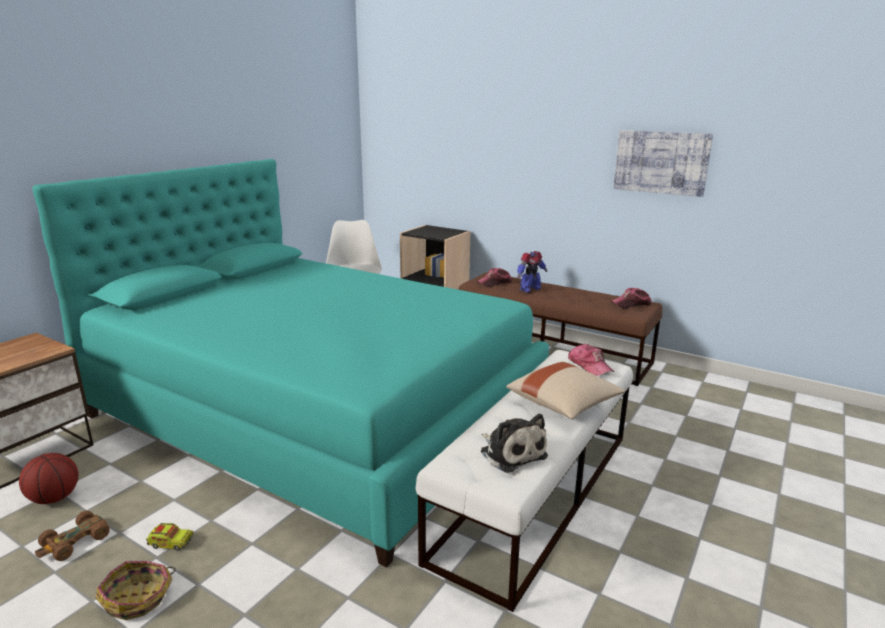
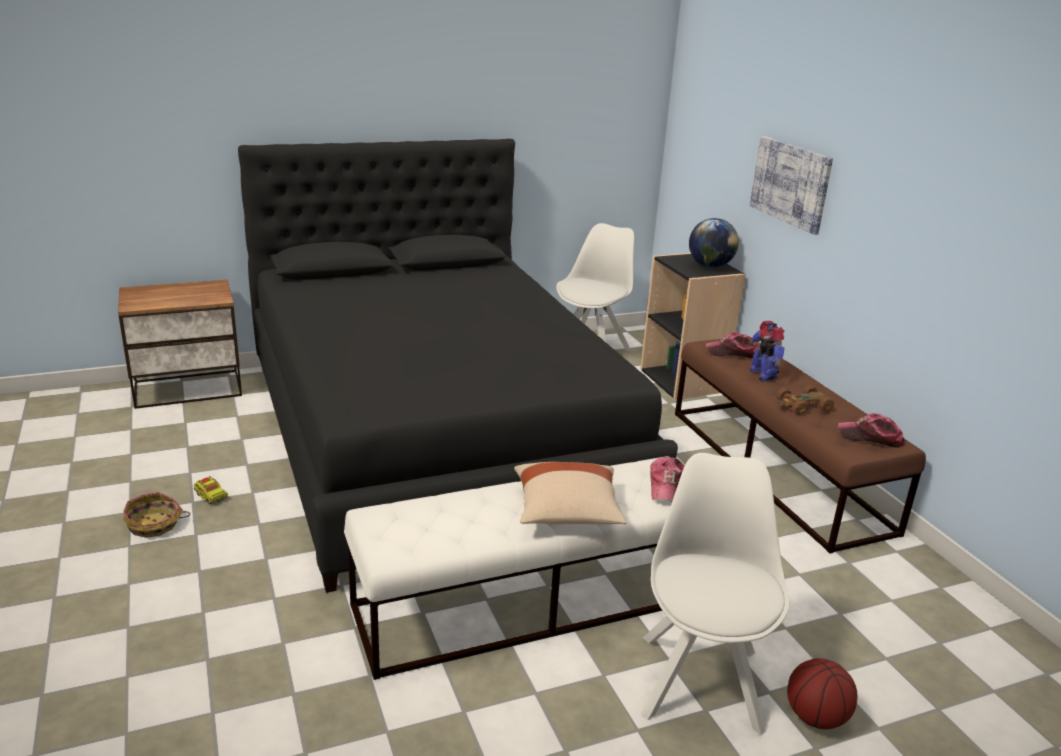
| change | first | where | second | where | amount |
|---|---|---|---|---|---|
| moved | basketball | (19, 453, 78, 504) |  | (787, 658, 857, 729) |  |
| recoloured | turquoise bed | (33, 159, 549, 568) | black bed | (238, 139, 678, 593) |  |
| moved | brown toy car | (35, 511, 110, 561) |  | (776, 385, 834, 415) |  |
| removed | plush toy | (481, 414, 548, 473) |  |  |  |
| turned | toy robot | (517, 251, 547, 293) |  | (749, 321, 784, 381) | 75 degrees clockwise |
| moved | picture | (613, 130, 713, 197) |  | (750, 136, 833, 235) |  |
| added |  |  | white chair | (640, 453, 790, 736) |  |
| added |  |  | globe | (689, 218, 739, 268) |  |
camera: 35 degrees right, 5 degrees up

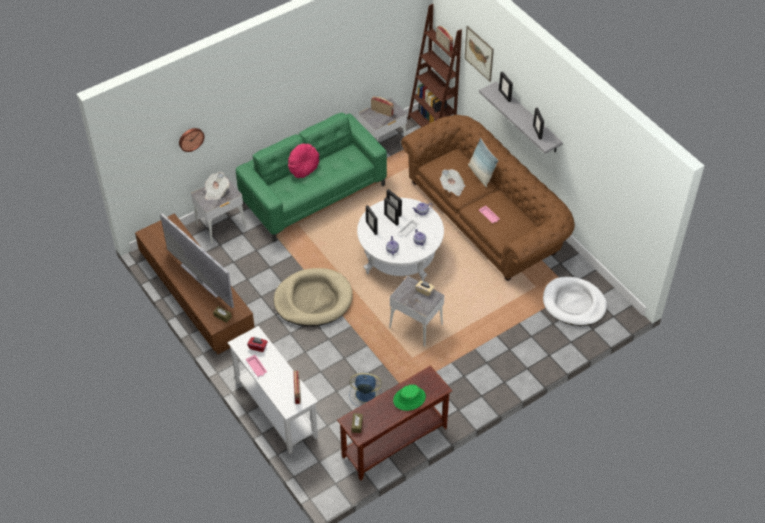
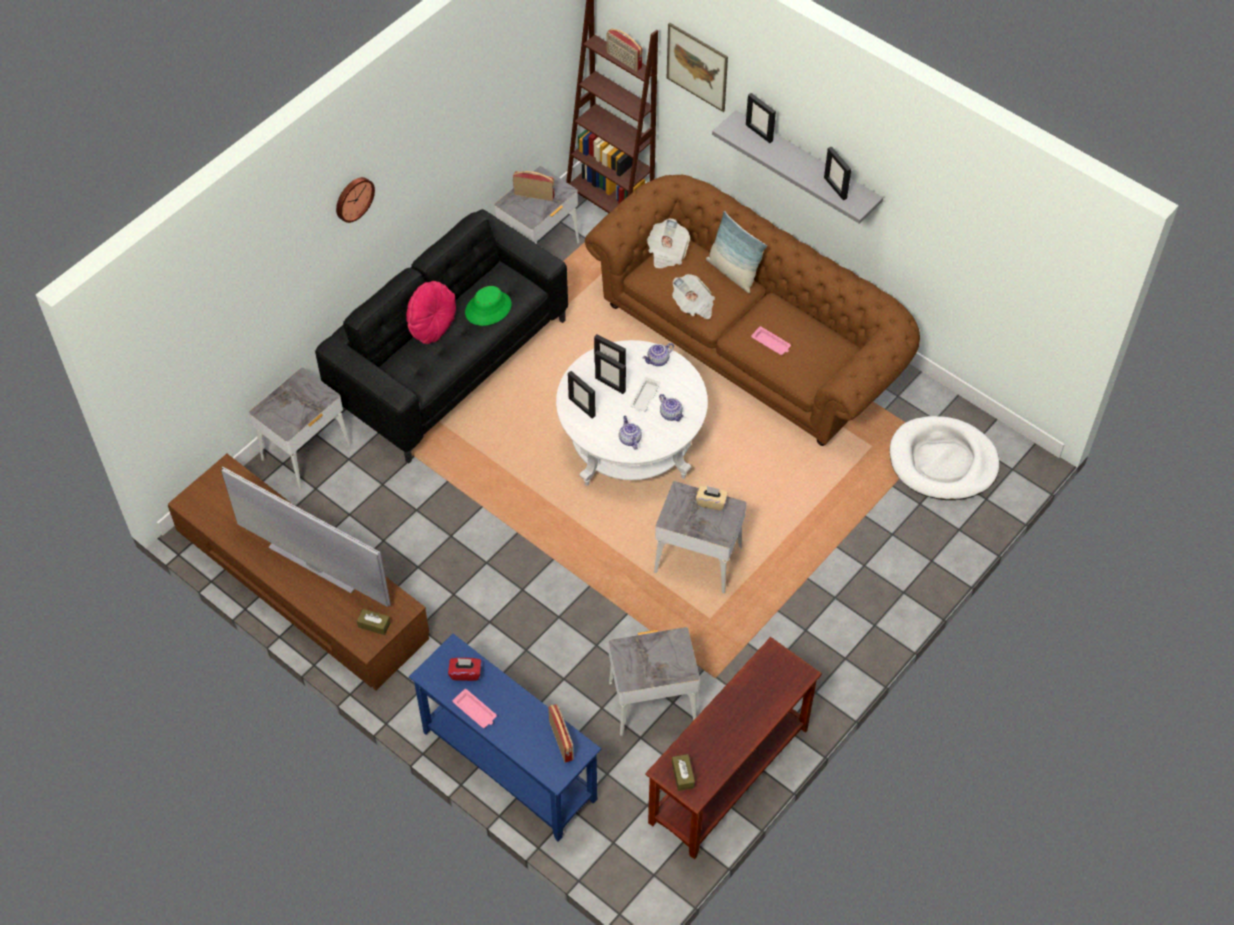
| change | first | where | second | where | amount |
|---|---|---|---|---|---|
| moved | wall clock | (179, 128, 204, 152) |  | (336, 177, 375, 223) |  |
| moved | newspaper | (205, 172, 229, 200) |  | (647, 219, 690, 268) |  |
| recoloured | white console table | (227, 326, 318, 454) | blue console table | (409, 634, 601, 842) |  |
| recoloured | green sofa | (236, 113, 387, 242) | black sofa | (315, 209, 568, 463) |  |
| removed | beige dog bed | (273, 268, 353, 327) |  |  |  |
| replaced | blue fan | (350, 372, 381, 407) | side table | (609, 627, 700, 736) |  |
| moved | green hat | (393, 384, 426, 411) |  | (465, 286, 511, 326) |  |
camera: 15 degrees left, 5 degrees up

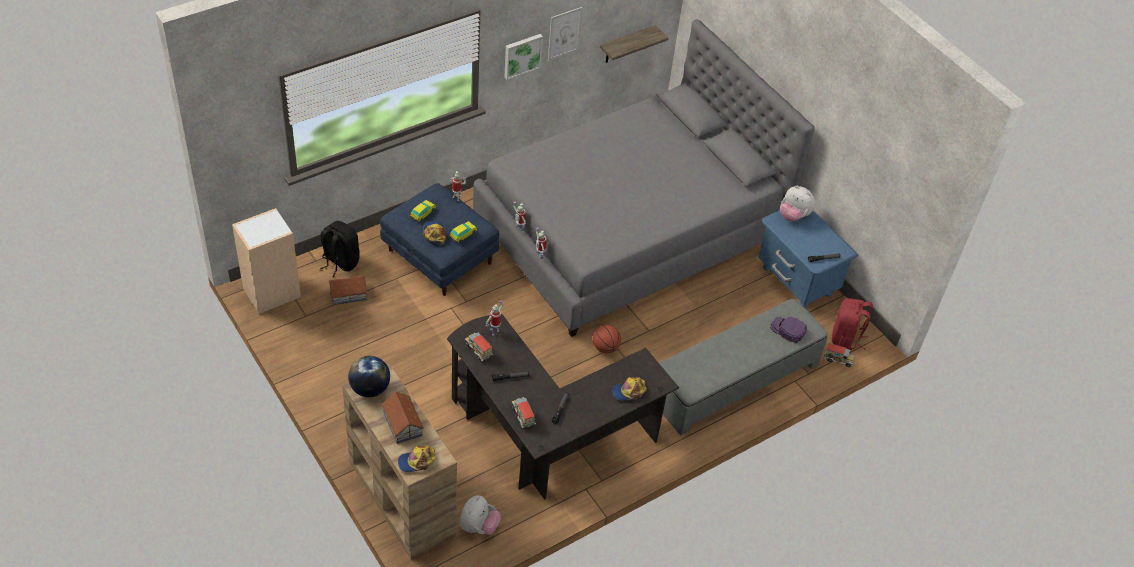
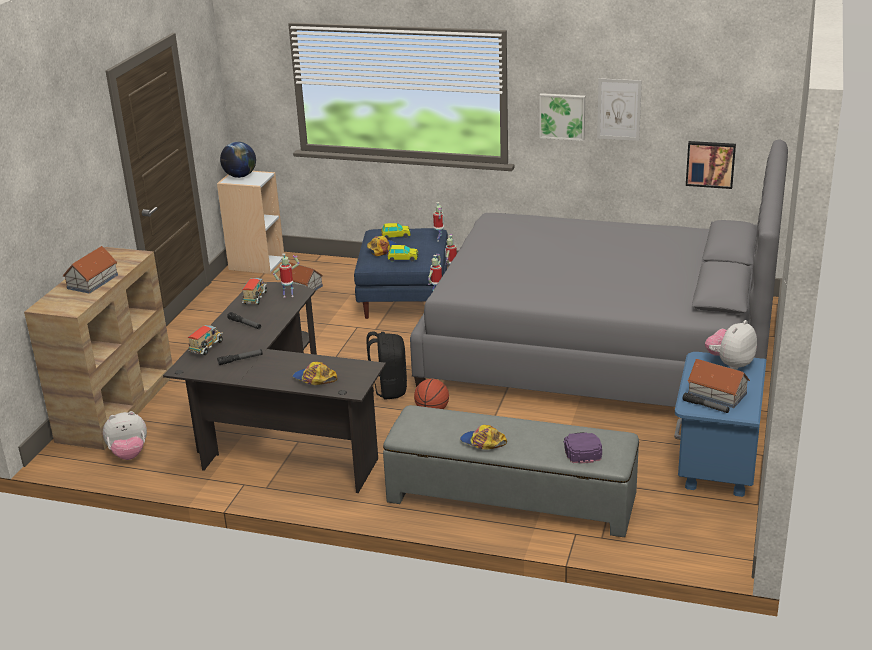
| change | first | where | second | where | amount |
|---|---|---|---|---|---|
| moved | black backpack | (320, 221, 360, 277) |  | (366, 331, 407, 400) |  |
| moved | globe | (348, 356, 390, 397) |  | (220, 142, 256, 178) |  |
| moved | cap | (398, 446, 436, 472) |  | (460, 425, 507, 450) |  |
| replaced | shelf | (600, 25, 668, 63) | picture | (686, 141, 736, 189) |  |
| turned | plush toy | (780, 186, 815, 222) |  | (705, 320, 757, 370) | 45 degrees clockwise |
| removed | toy truck | (824, 343, 854, 367) |  |  |  |
| removed | red backpack | (832, 298, 873, 350) |  |  |  |
| added |  |  | toy house | (687, 359, 750, 408) |  |
camera: 55 degrees right, 20 degrees down

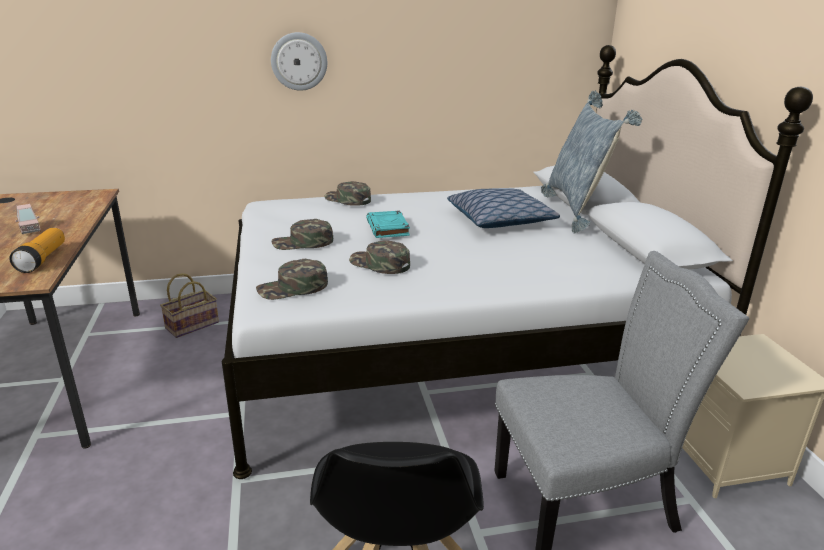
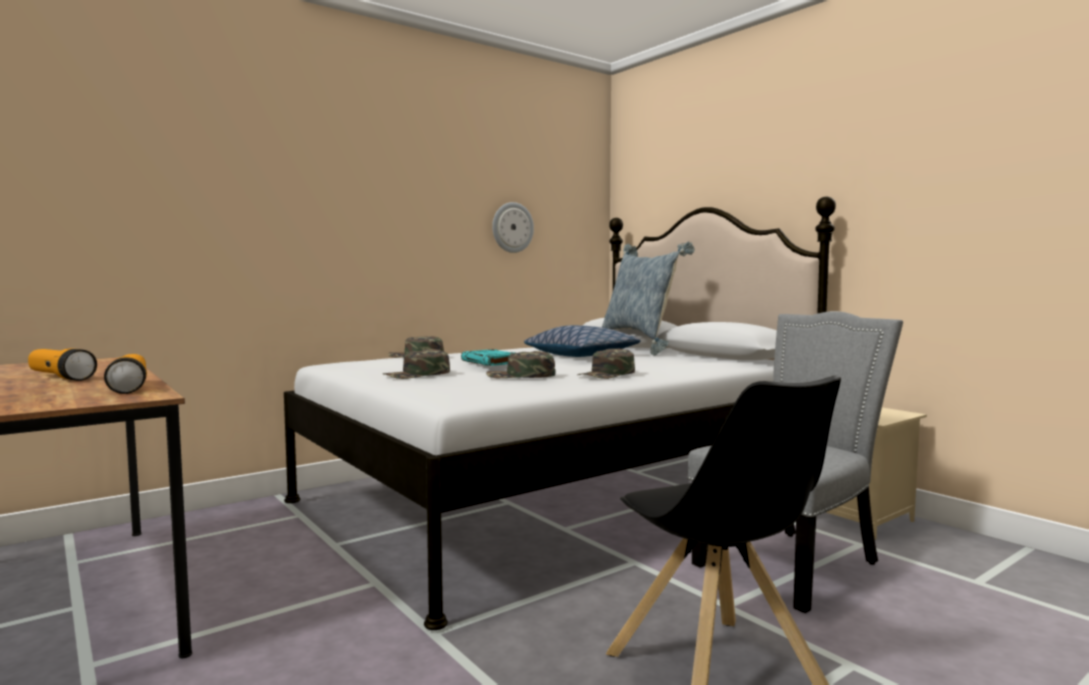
| change | first | where | second | where | amount |
|---|---|---|---|---|---|
| replaced | pink toy car | (15, 204, 40, 234) | flashlight | (28, 348, 97, 381) |  |
| removed | basket | (160, 273, 219, 338) |  |  |  |
| moved | green cap | (256, 259, 328, 300) |  | (577, 349, 635, 379) |  |
| moved | wall clock | (271, 32, 327, 91) |  | (492, 202, 534, 253) |  |
camera: 25 degrees left, 20 degrees down

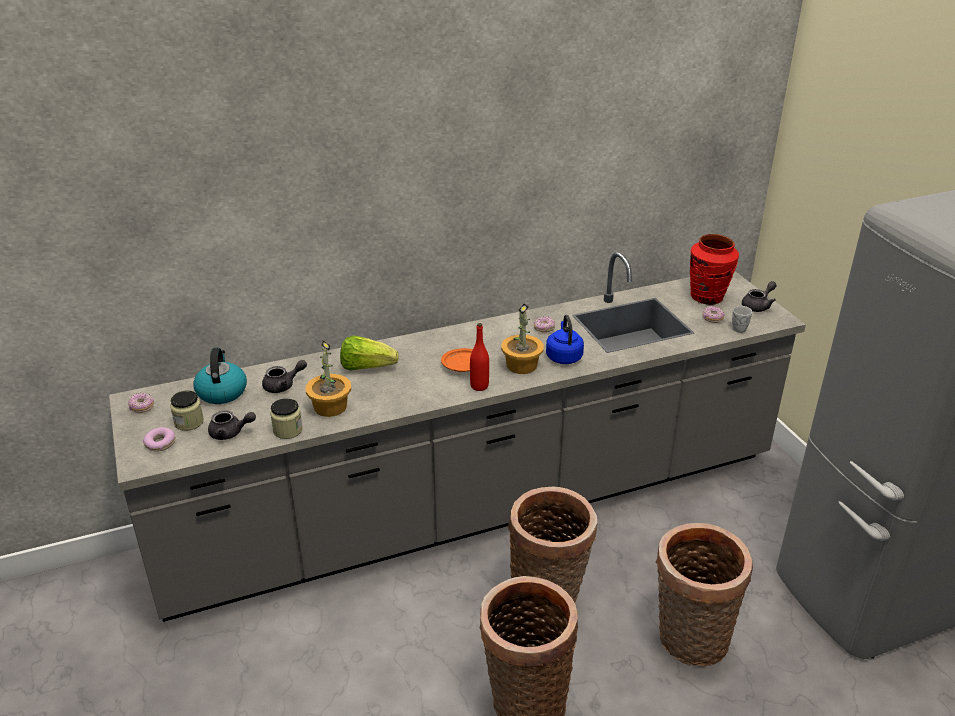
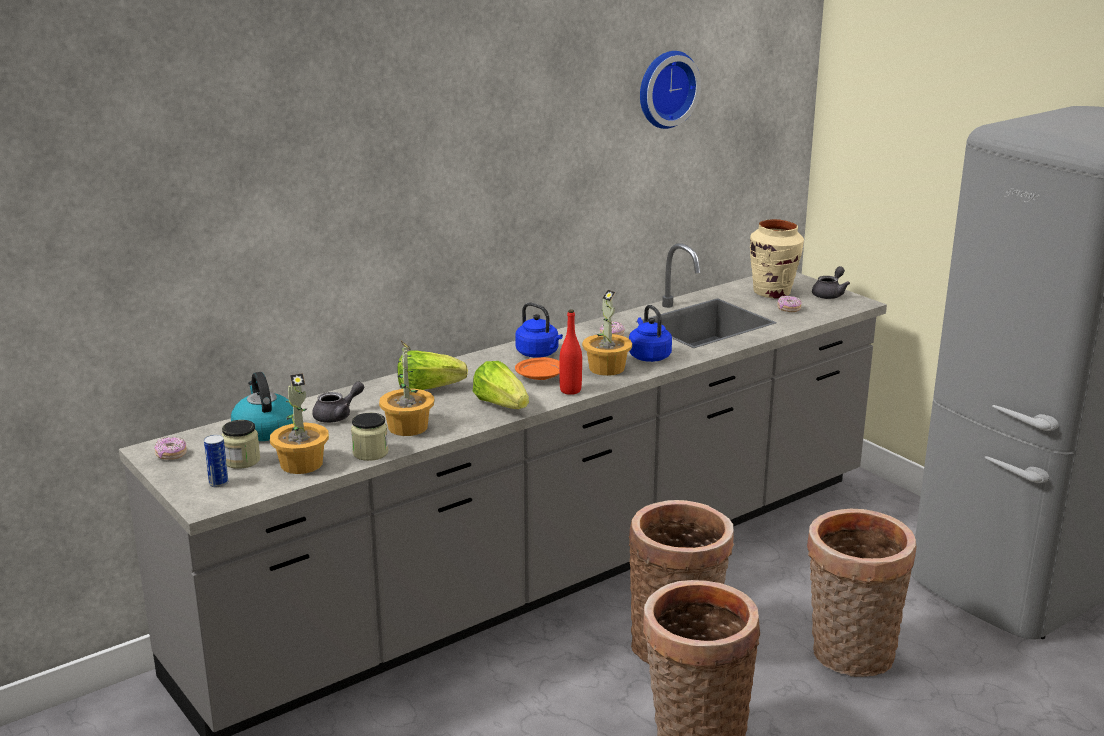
| change | first | where | second | where | amount |
|---|---|---|---|---|---|
| replaced | donut | (143, 427, 176, 452) | can | (204, 435, 228, 488) |  |
| replaced | grey teapot | (208, 410, 256, 440) | potted plant | (270, 373, 329, 474) |  |
| recoloured | red vase | (690, 234, 739, 305) | beige vase | (750, 219, 804, 299) |  |
| removed | white mug | (732, 306, 752, 333) |  |  |  |
| added |  |  | lettuce | (473, 361, 529, 409) |  |
| added |  |  | blue kettle | (515, 302, 563, 358) |  |
| added |  |  | wall clock | (640, 51, 701, 129) |  |
camera: 15 degrees left, 10 degrees down

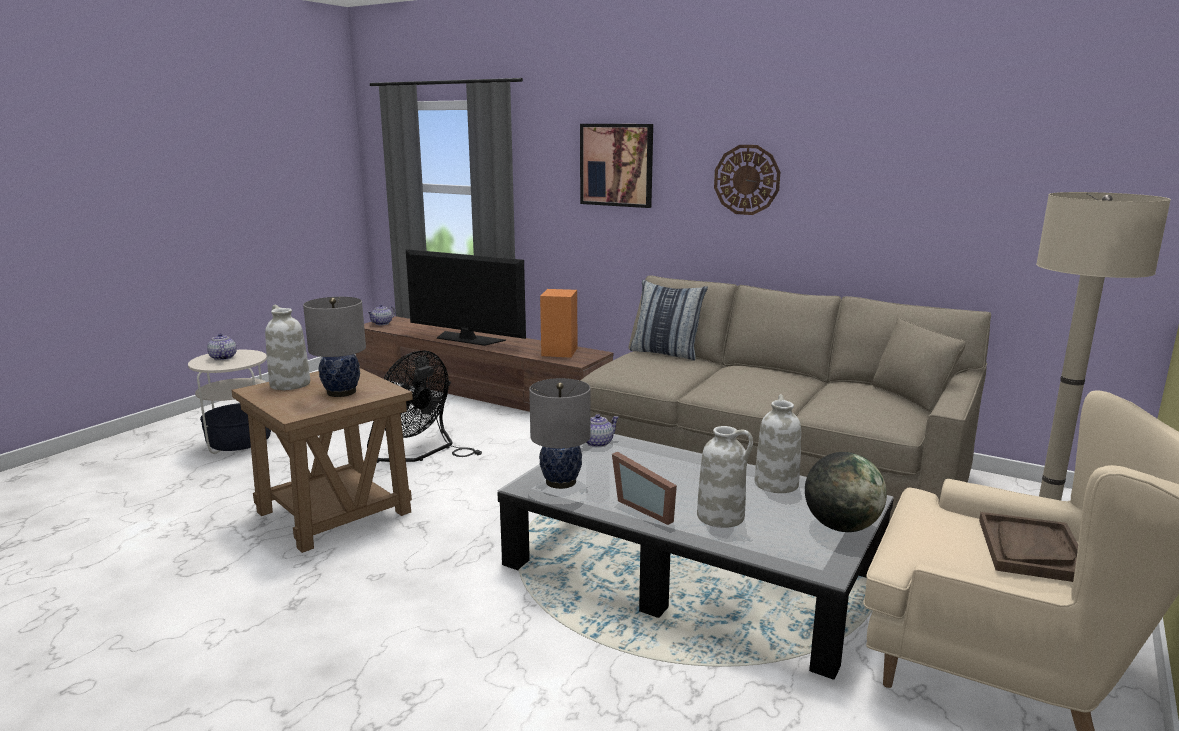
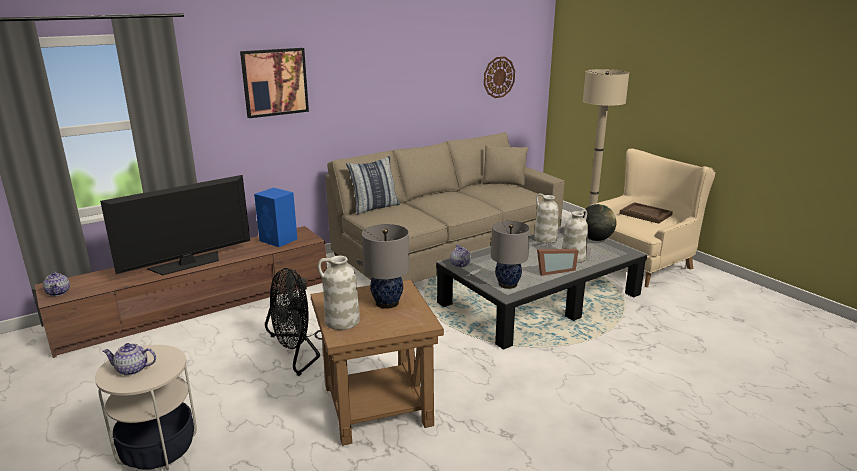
| change | first | where | second | where | amount |
|---|---|---|---|---|---|
| recoloured | orange speaker | (540, 289, 577, 358) | blue speaker | (254, 188, 297, 247) |  |
| moved | wall clock | (714, 145, 780, 215) |  | (484, 57, 515, 98) |  |
camera: 65 degrees left, 5 degrees up

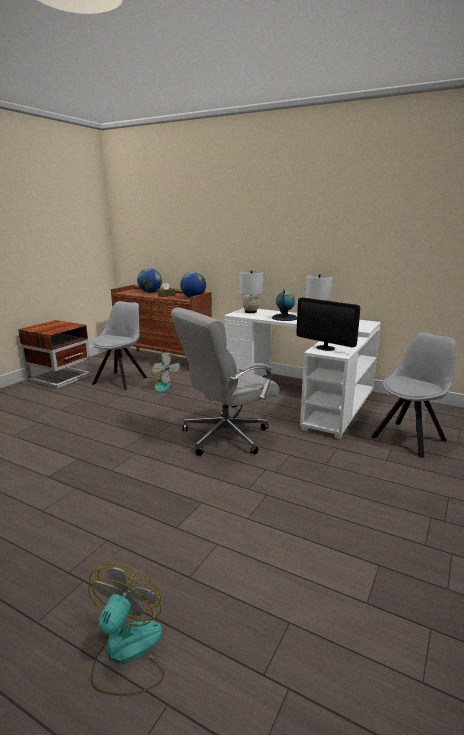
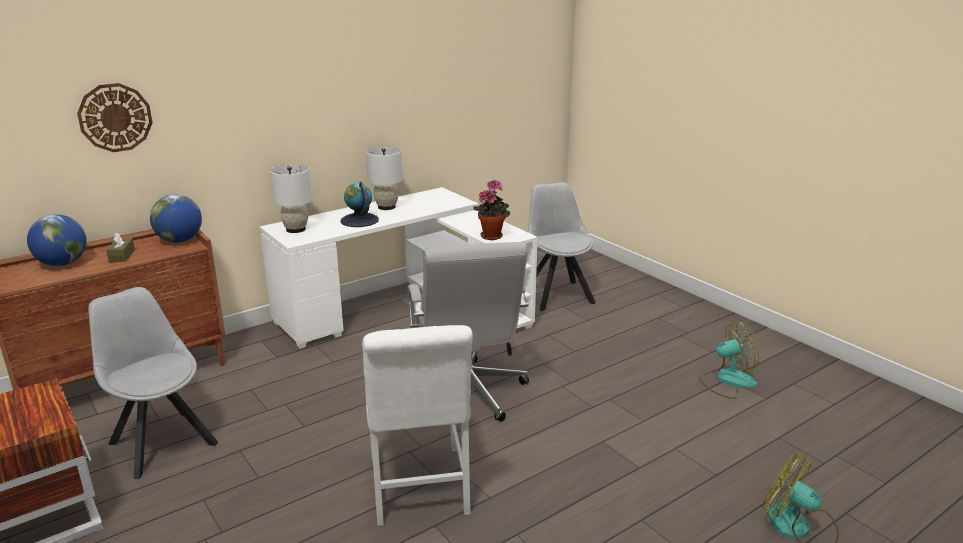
| change | first | where | second | where | amount |
|---|---|---|---|---|---|
| moved | fan | (141, 352, 180, 393) |  | (699, 320, 759, 399) |  |
| replaced | monitor | (297, 297, 360, 351) | potted plant | (473, 180, 510, 240) |  |
| added |  |  | wall clock | (77, 83, 153, 152) |  |
| added |  |  | white chair | (362, 325, 473, 526) |  |
camera: 65 degrees left, 5 degrees up

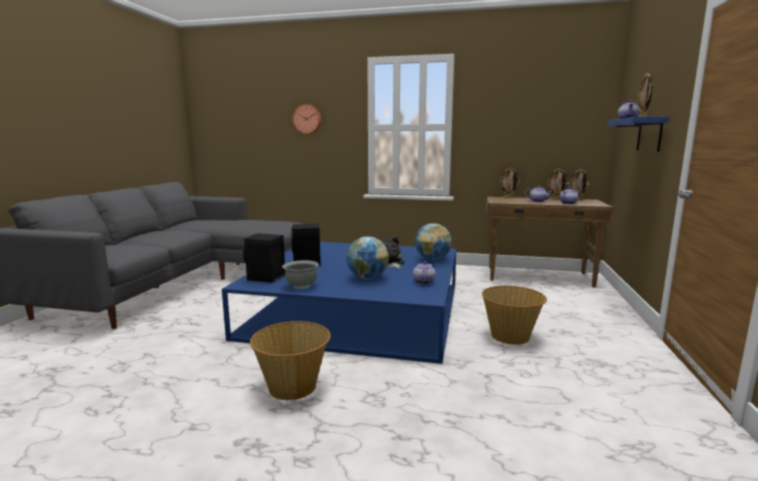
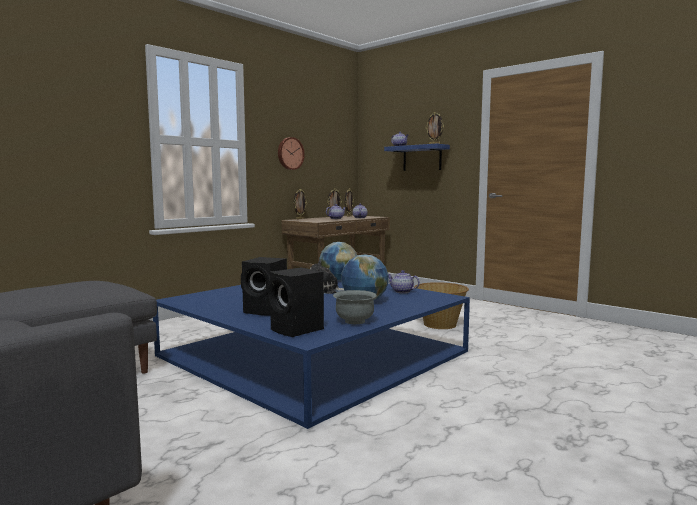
| change | first | where | second | where | amount |
|---|---|---|---|---|---|
| removed | basket | (250, 321, 331, 400) |  |  |  |
| moved | wall clock | (293, 104, 321, 134) |  | (278, 137, 305, 170) |  |
camera: 60 degrees left, 5 degrees down

